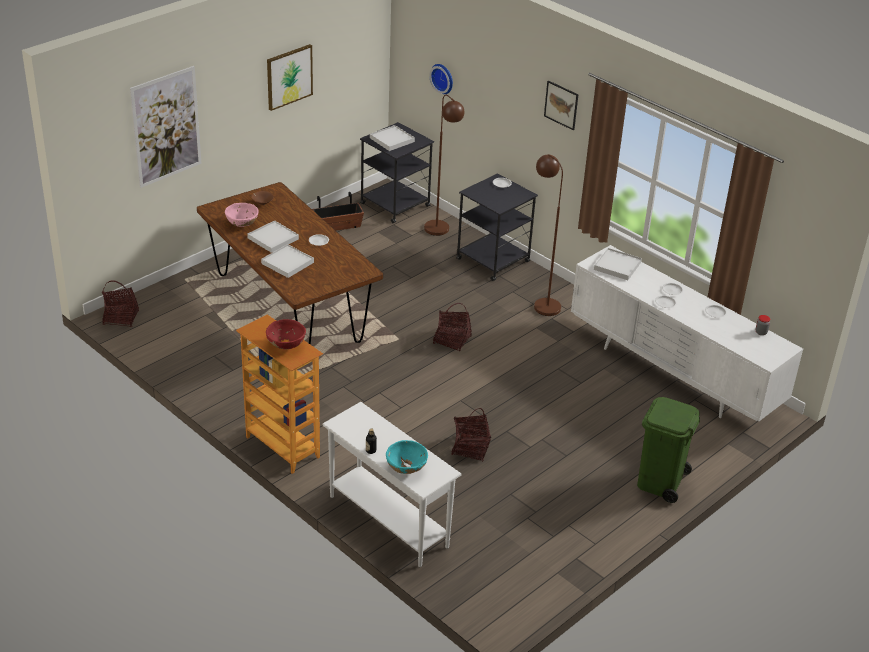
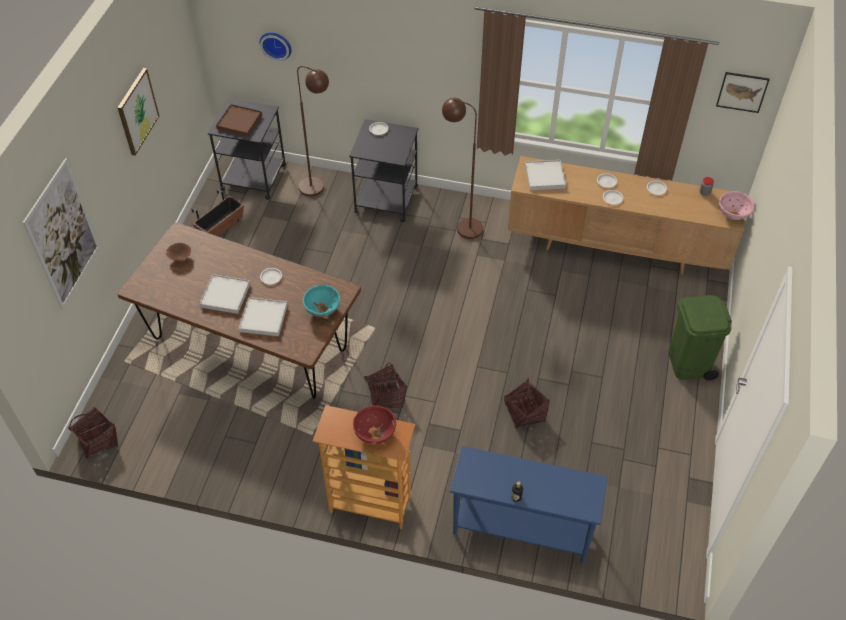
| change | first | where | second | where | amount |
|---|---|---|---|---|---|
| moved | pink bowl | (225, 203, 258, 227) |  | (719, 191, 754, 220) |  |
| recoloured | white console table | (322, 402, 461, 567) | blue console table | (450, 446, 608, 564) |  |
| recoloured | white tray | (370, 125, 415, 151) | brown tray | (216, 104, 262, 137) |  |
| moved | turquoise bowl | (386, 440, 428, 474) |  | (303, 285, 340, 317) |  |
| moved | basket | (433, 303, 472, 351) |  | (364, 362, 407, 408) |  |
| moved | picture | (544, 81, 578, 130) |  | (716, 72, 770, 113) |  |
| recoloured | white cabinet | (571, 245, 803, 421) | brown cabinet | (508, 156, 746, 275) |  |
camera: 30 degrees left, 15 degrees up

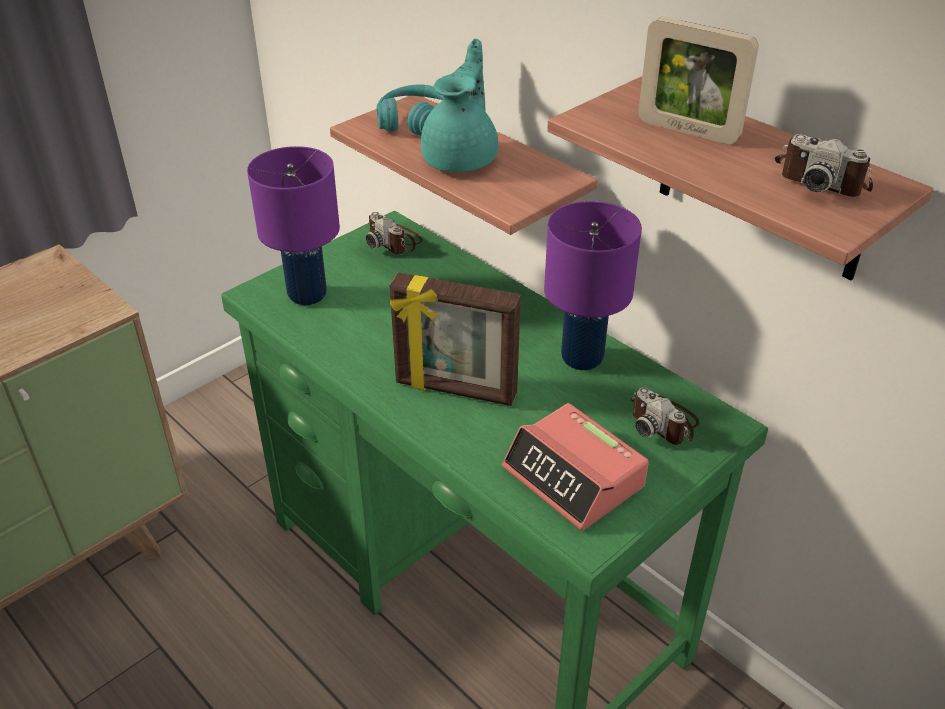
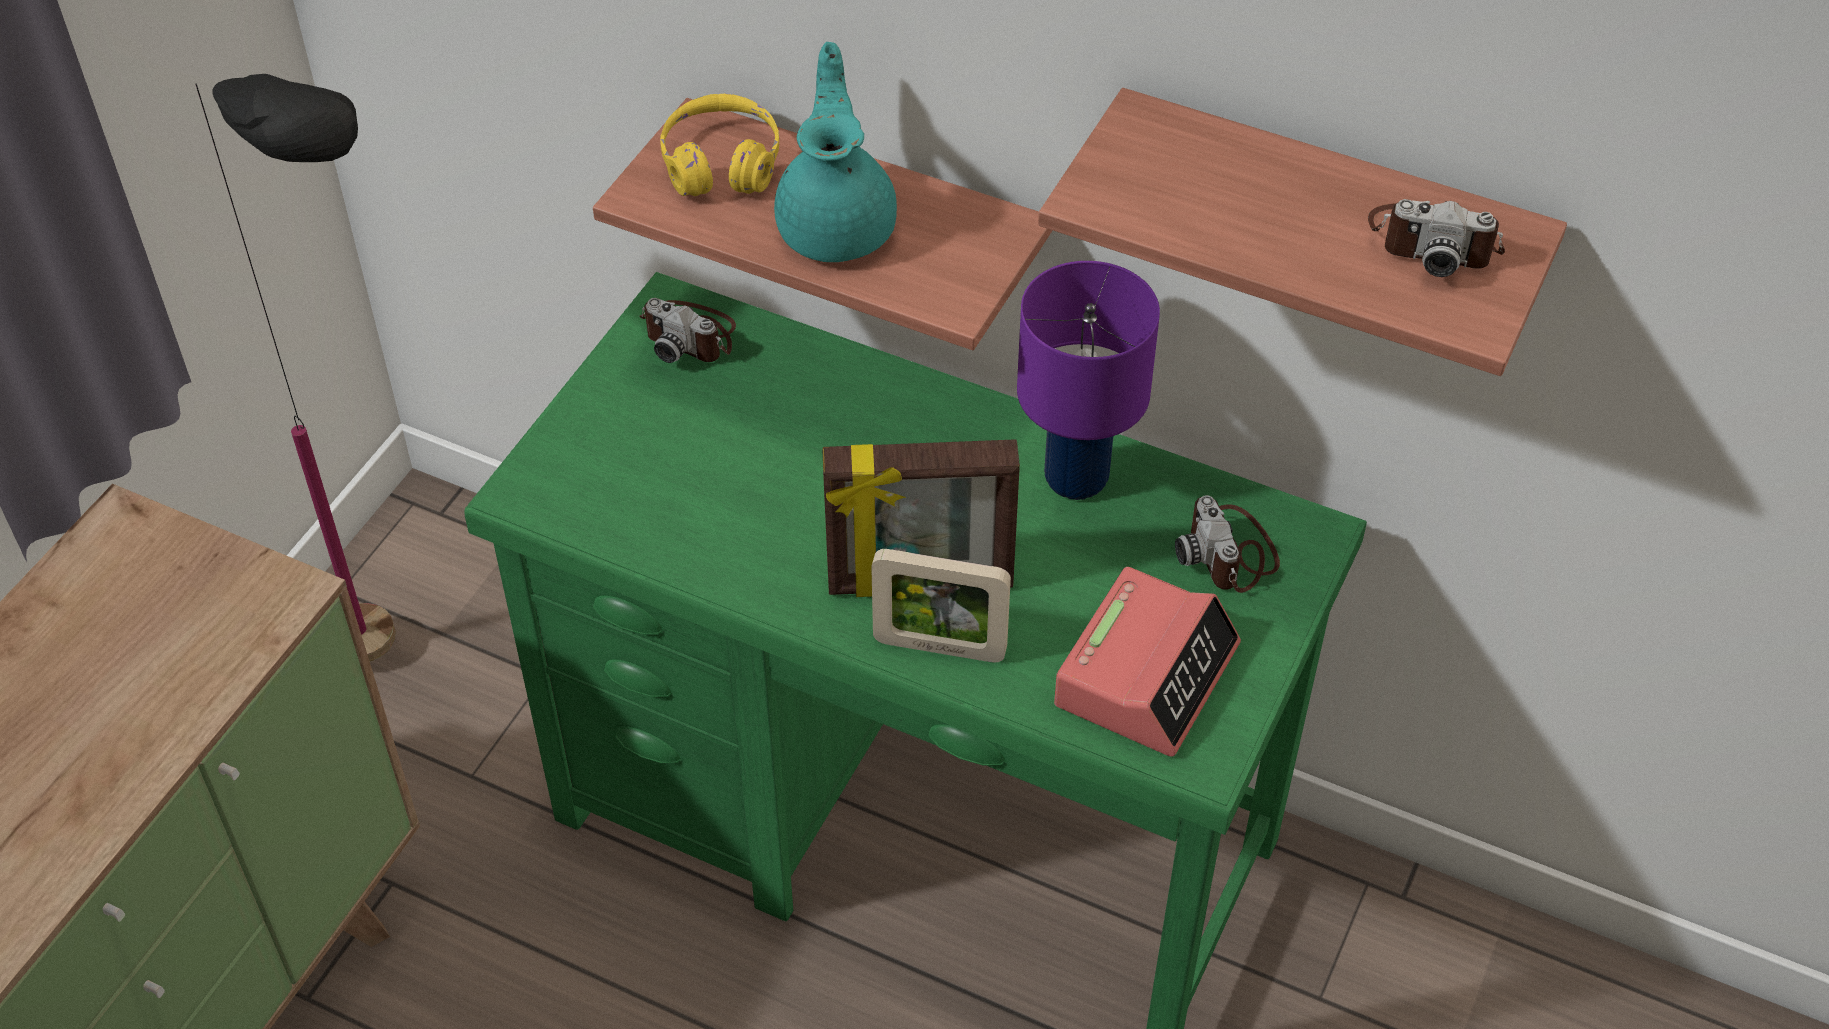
| change | first | where | second | where | amount |
|---|---|---|---|---|---|
| removed | purple table lamp | (247, 146, 340, 305) |  |  |  |
| recoloured | turquoise headphones | (377, 84, 444, 136) | yellow headphones | (660, 94, 779, 196) |  |
| turned | alarm clock | (502, 403, 649, 531) |  | (1054, 567, 1241, 757) | 90 degrees counterclockwise |
| turned | photo camera | (630, 387, 700, 445) |  | (1175, 495, 1280, 593) | 45 degrees clockwise |
| moved | picture frame | (638, 17, 758, 144) |  | (871, 549, 1011, 663) |  |
| added |  |  | black floor lamp | (195, 74, 396, 662) |  |
camera: 20 degrees left, 10 degrees up

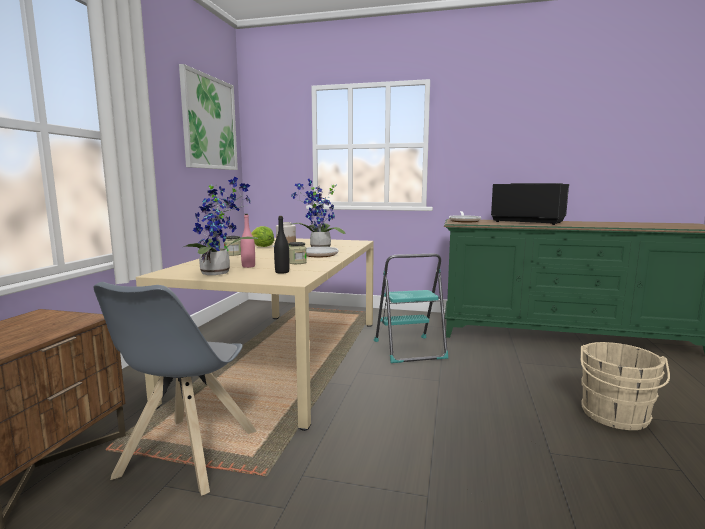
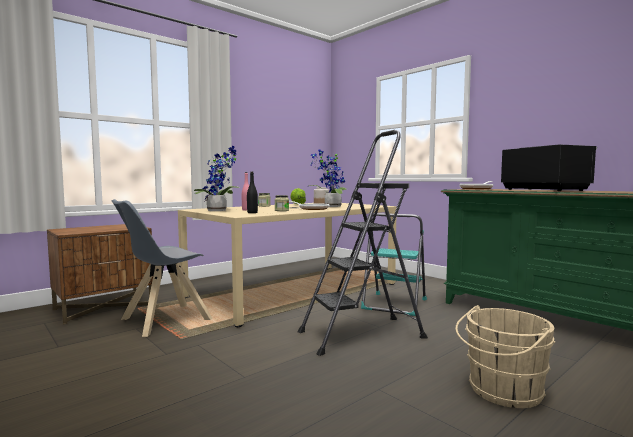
| change | first | where | second | where | amount |
|---|---|---|---|---|---|
| removed | picture | (179, 64, 238, 170) |  |  |  |
| added |  |  | step ladder | (297, 130, 428, 356) |  |
camera: 35 degrees right, 5 degrees down

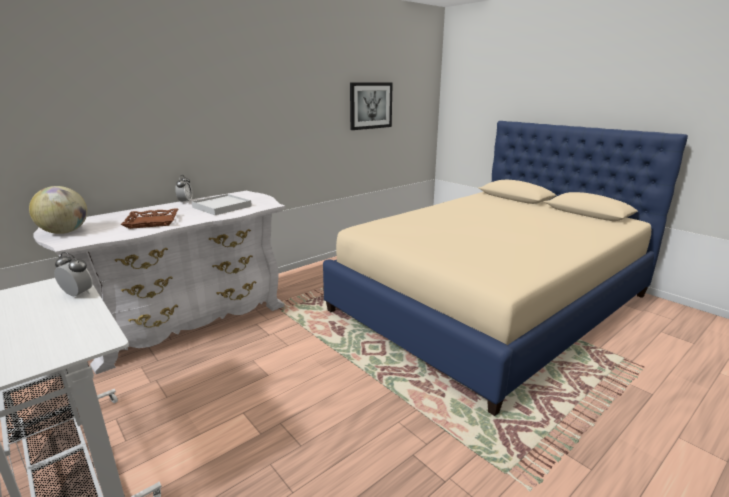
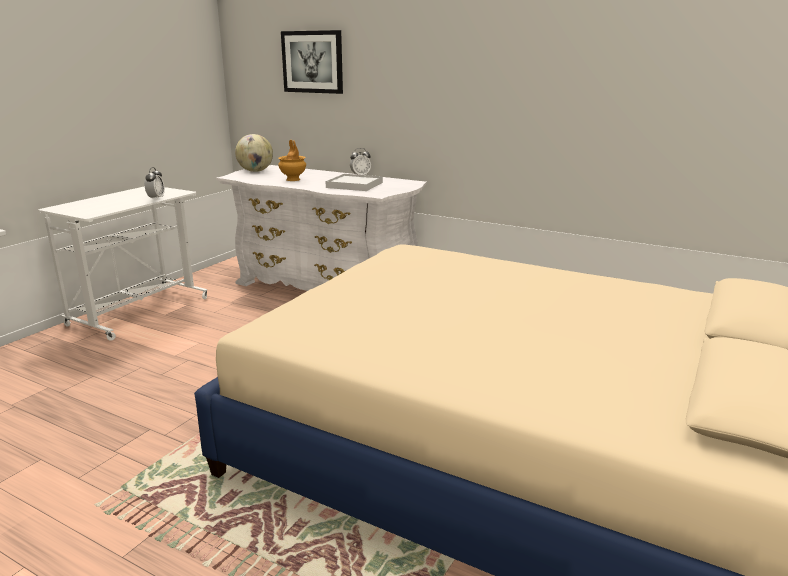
| change | first | where | second | where | amount |
|---|---|---|---|---|---|
| replaced | brown tray | (121, 208, 178, 229) | brown vase | (278, 140, 306, 181) |  |
| moved | picture | (350, 83, 393, 130) |  | (281, 30, 343, 94) |  |
camera: 70 degrees right, 0 degrees up

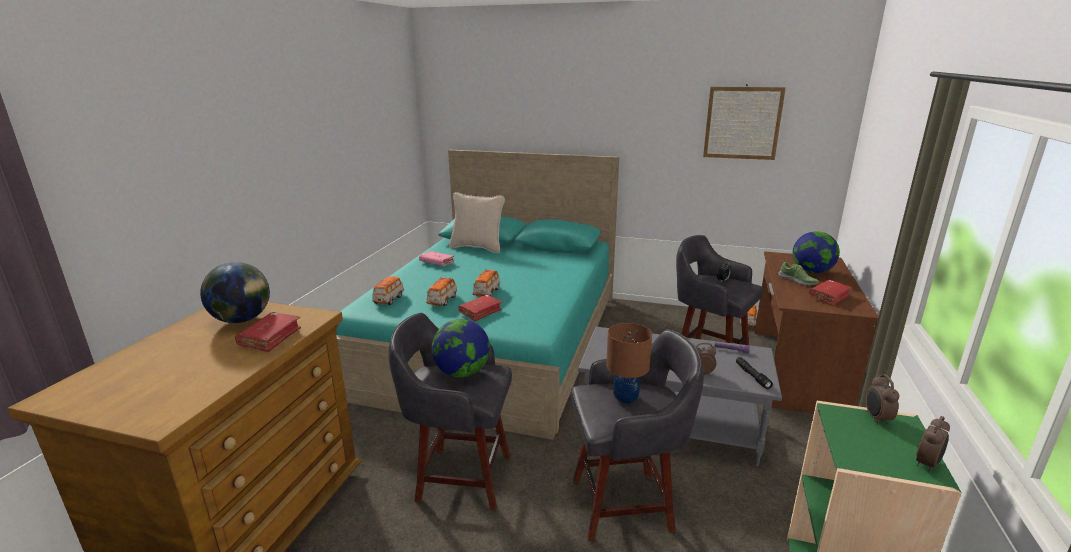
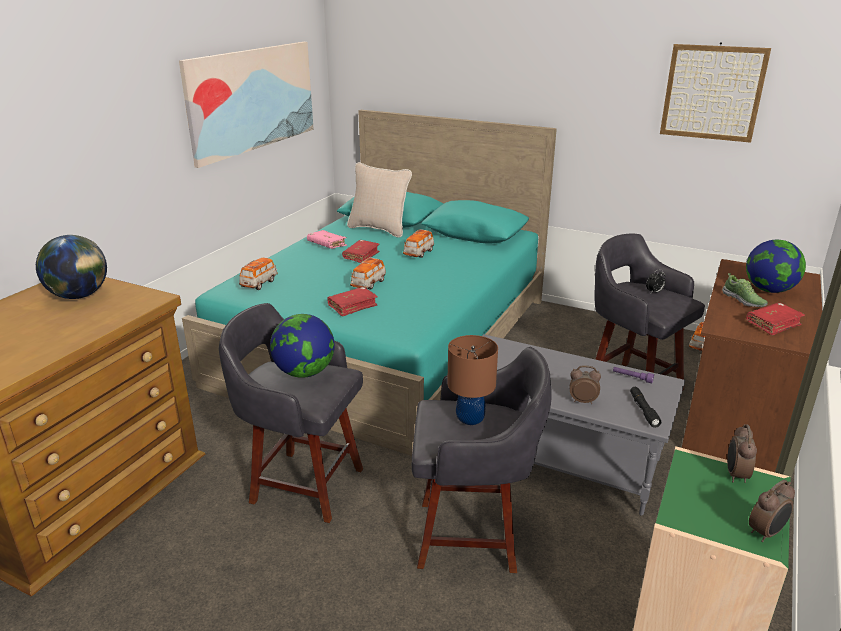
| change | first | where | second | where | amount |
|---|---|---|---|---|---|
| moved | red book | (235, 312, 301, 352) |  | (342, 240, 380, 263) |  |
| moved | toy car | (426, 277, 457, 306) |  | (403, 229, 434, 258) |  |
| added |  |  | picture | (179, 42, 314, 168) |  |
camera: 10 degrees right, 5 degrees up

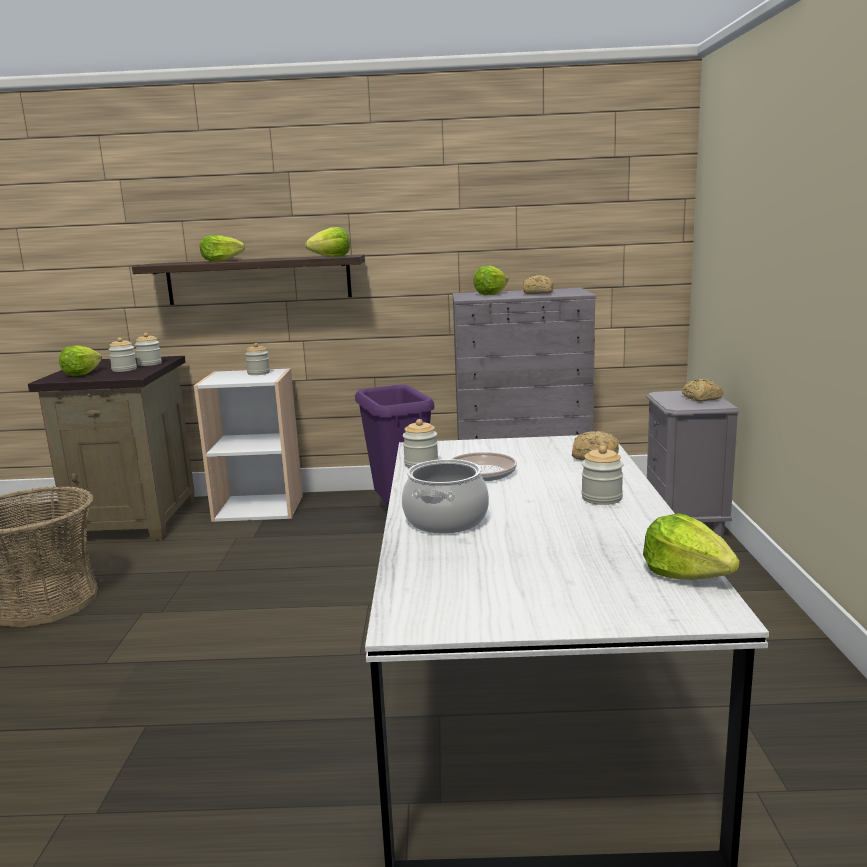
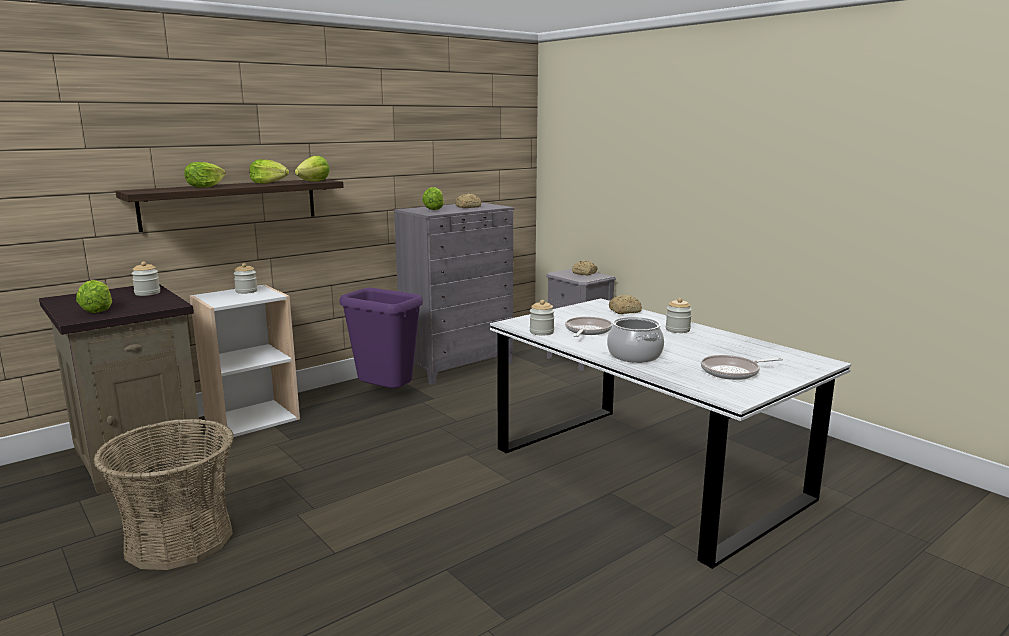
| change | first | where | second | where | amount |
|---|---|---|---|---|---|
| removed | jar | (108, 338, 137, 372) |  |  |  |
| moved | lettuce | (643, 513, 740, 580) |  | (250, 159, 289, 184) |  |
| added |  |  | frying pan | (701, 355, 783, 380) |  |
camera: 40 degrees left, 0 degrees up

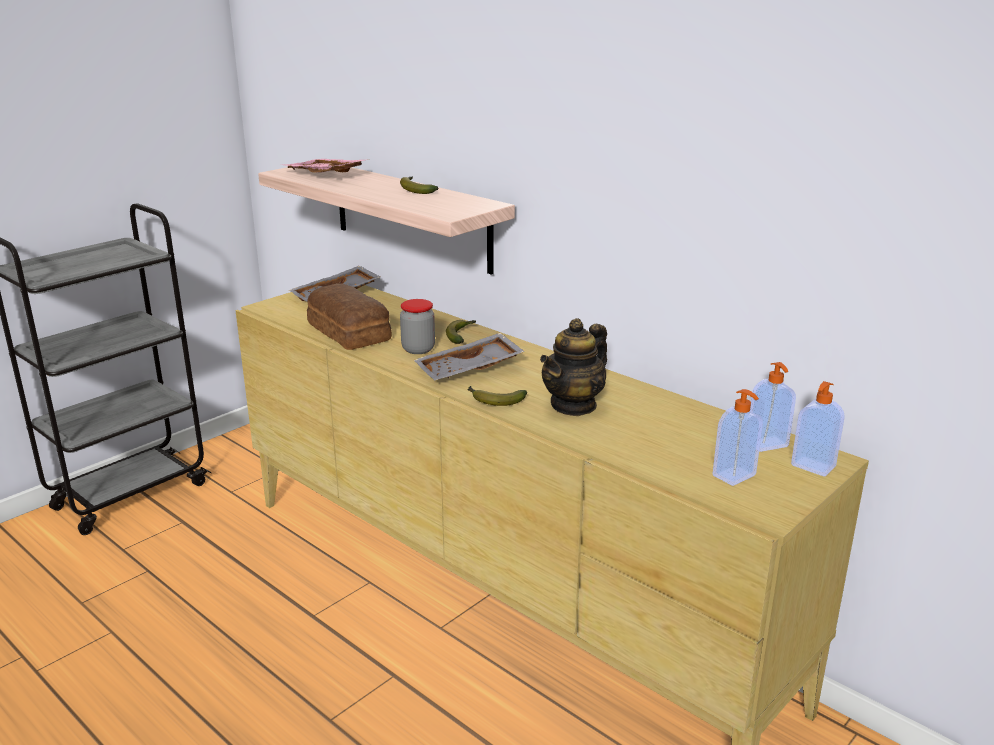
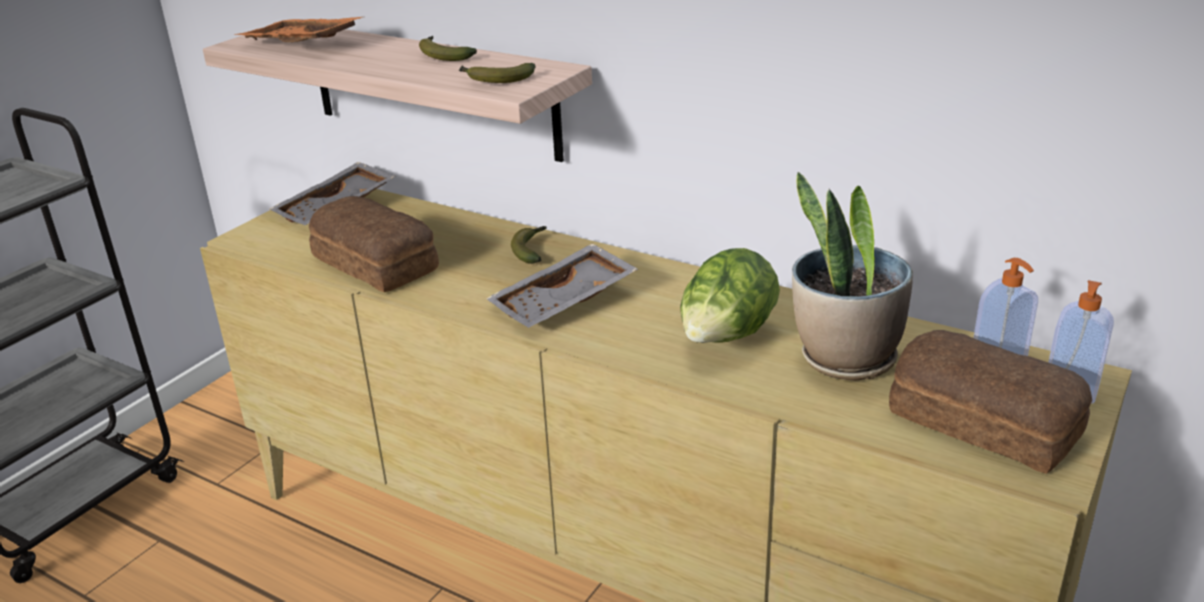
| change | first | where | second | where | amount |
|---|---|---|---|---|---|
| recoloured | pink tray | (285, 159, 364, 173) | orange tray | (234, 17, 363, 42) |  |
| removed | jar | (400, 299, 435, 354) |  |  |  |
| moved | banana | (467, 386, 527, 406) |  | (459, 63, 536, 83) |  |
| replaced | teapot | (540, 318, 607, 416) | lettuce | (680, 248, 780, 343) |  |
| replaced | soap dispenser | (713, 389, 763, 486) | bread | (889, 330, 1092, 474) |  |
| added |  |  | potted plant | (792, 172, 913, 381) |  |
camera: 10 degrees left, 5 degrees up

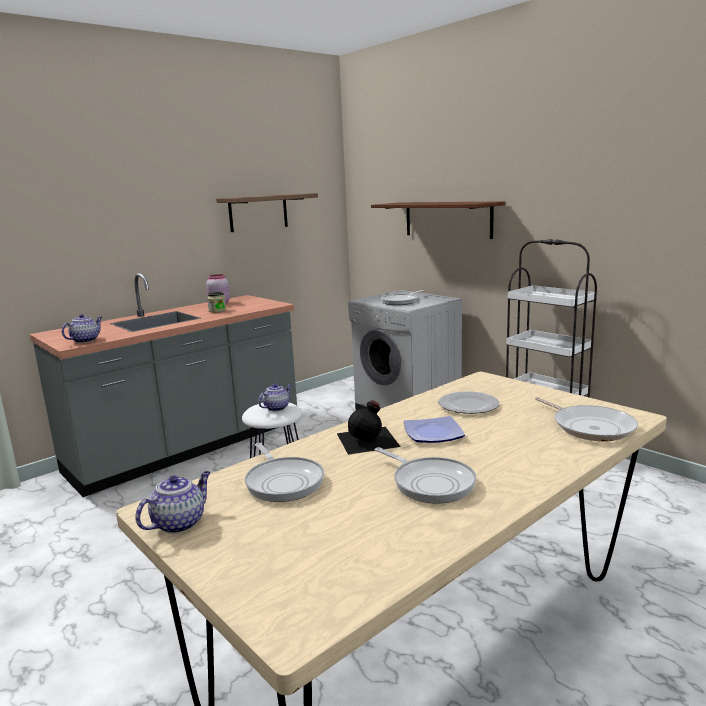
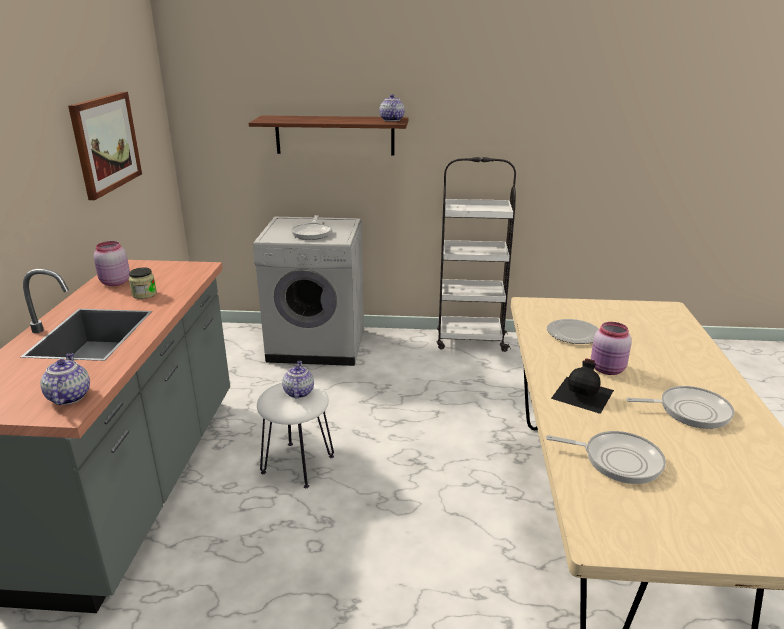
| change | first | where | second | where | amount |
|---|---|---|---|---|---|
| moved | teapot | (135, 471, 211, 534) |  | (379, 94, 405, 121) |  |
| replaced | shelf | (216, 193, 318, 232) | picture | (68, 92, 142, 200) |  |
| replaced | plate | (404, 416, 465, 443) | pink jar | (591, 322, 632, 375) |  |
| removed | frying pan | (535, 397, 638, 441) |  |  |  |
camera: 45 degrees left, 10 degrees up

